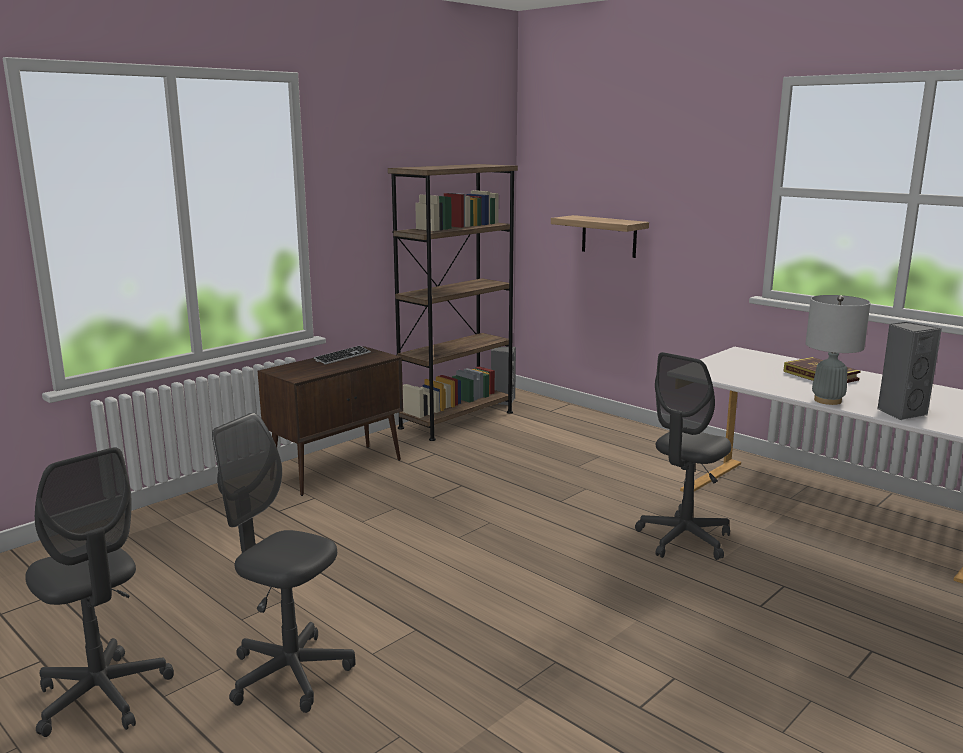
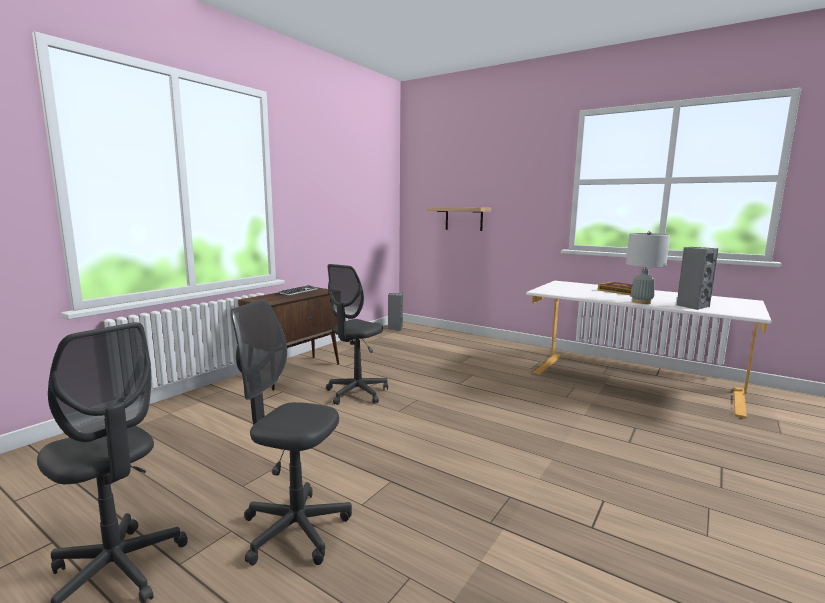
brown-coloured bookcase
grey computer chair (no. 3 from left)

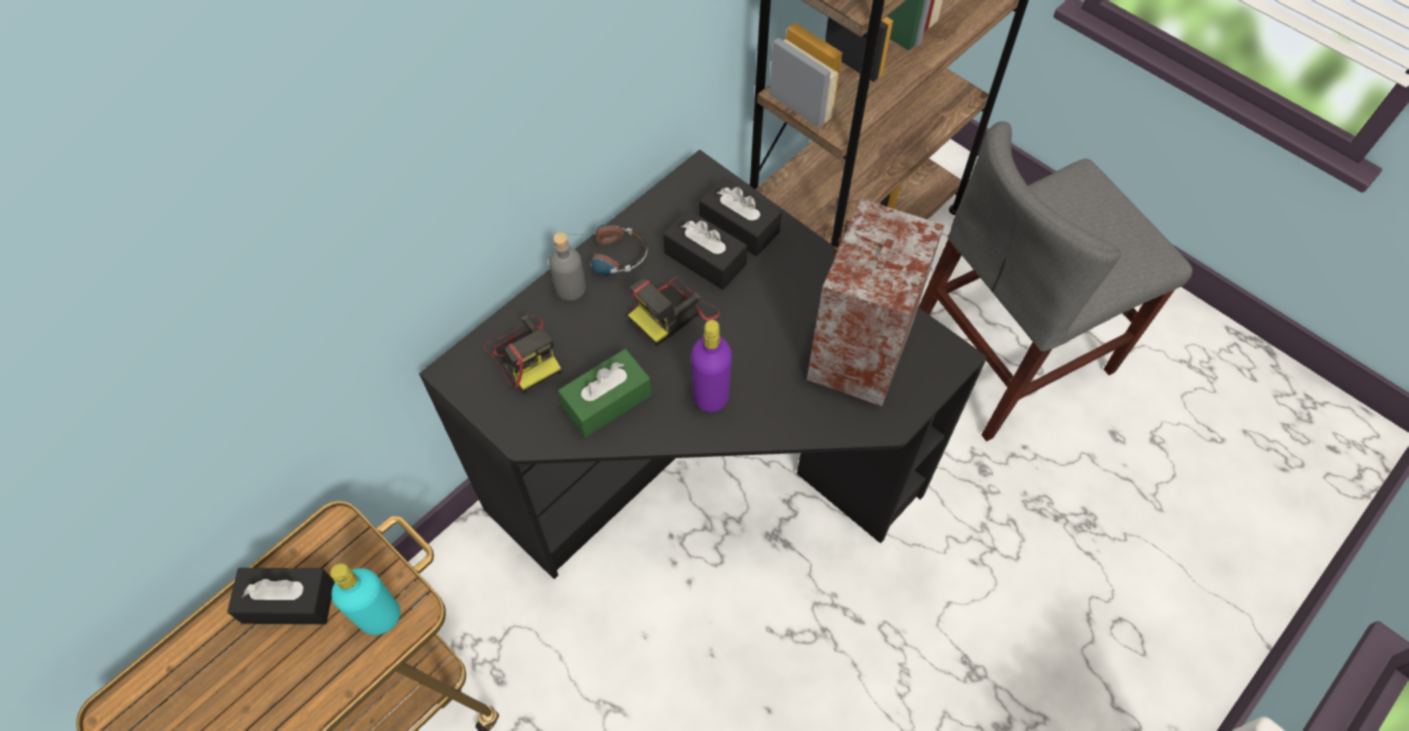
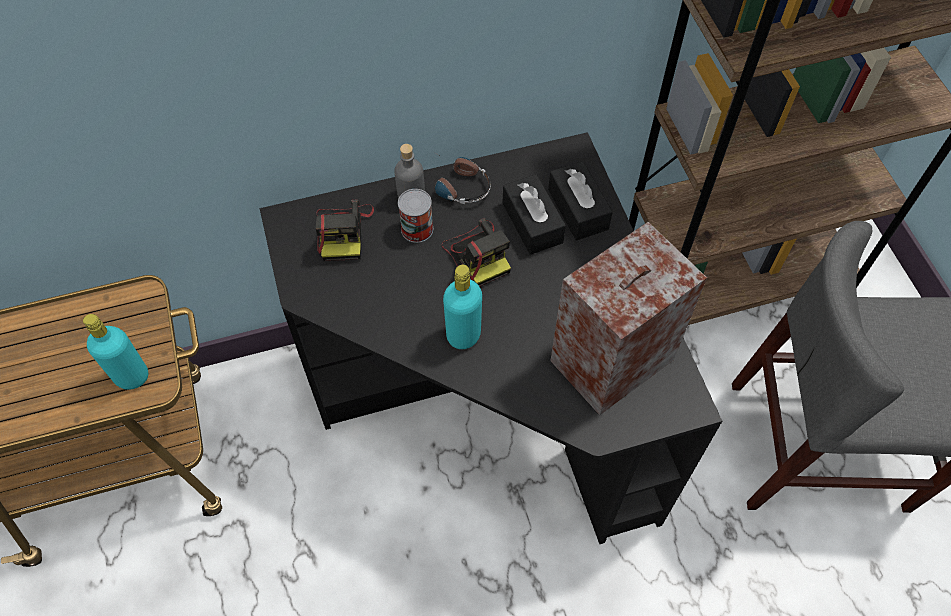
blackish tissue box (no. 1 from left in the first image)
green tissue box
sealed can
turquoise bottle (no. 2 from left)
still camera (no. 2 from left)

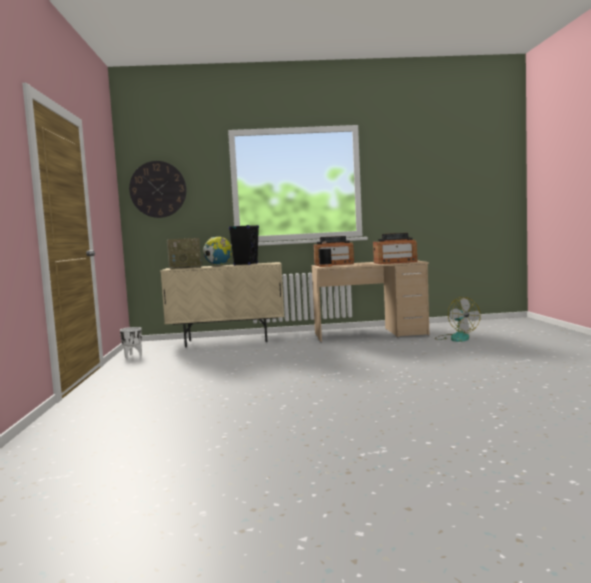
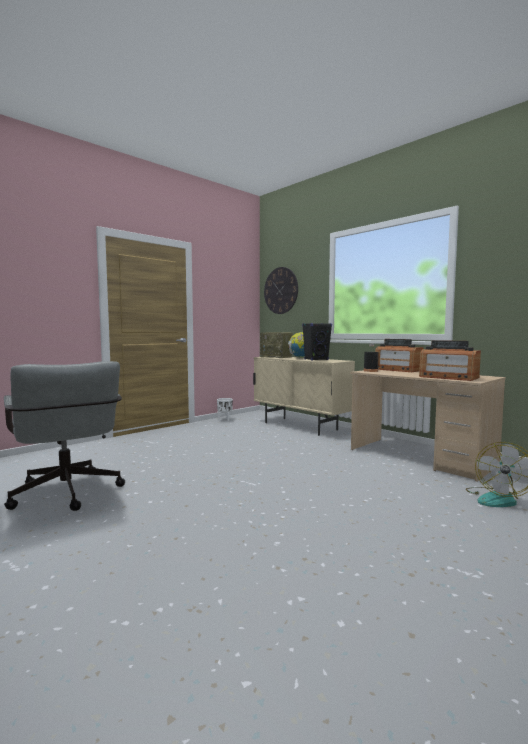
grey computer chair

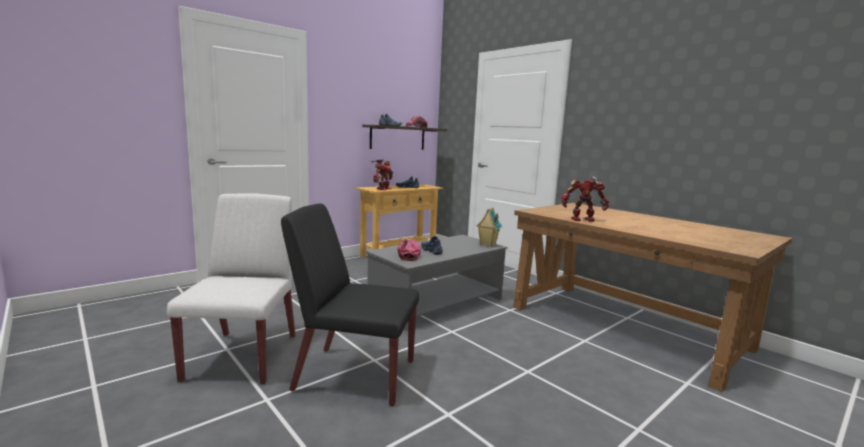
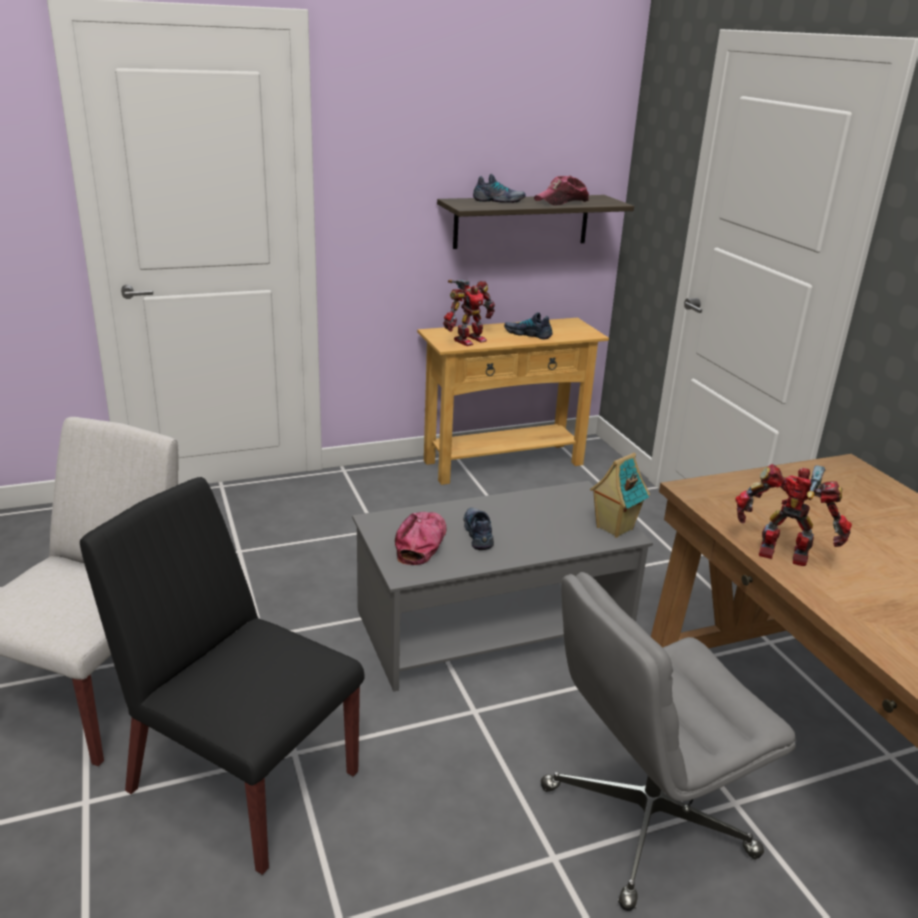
grey computer chair

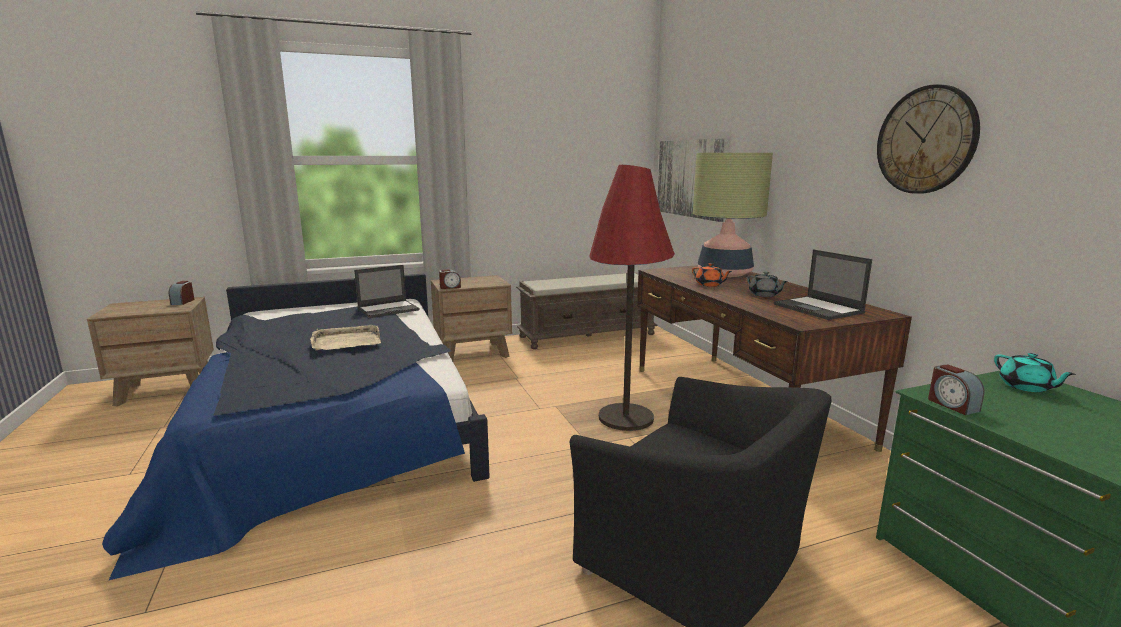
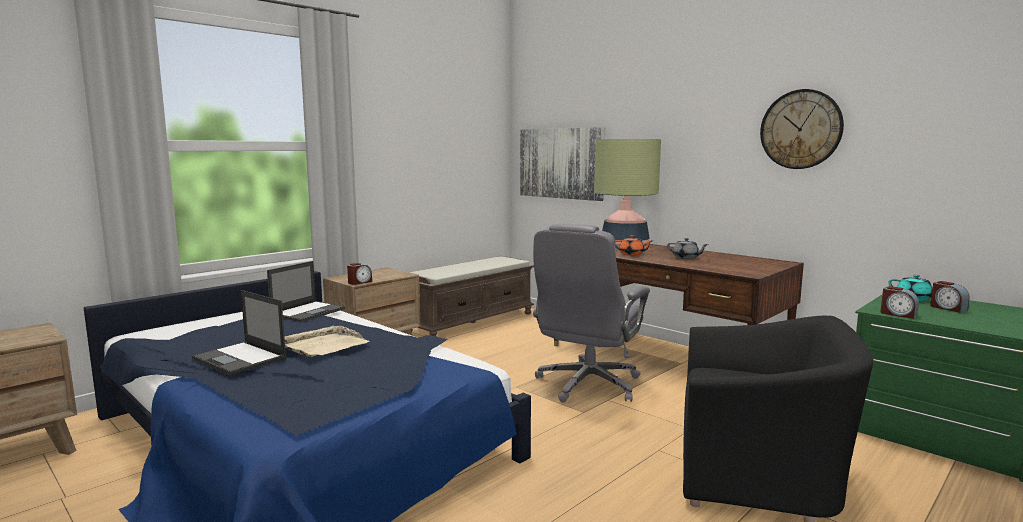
bedside clock (no. 3 from left)
portable computer (no. 1 from left)
grey computer chair

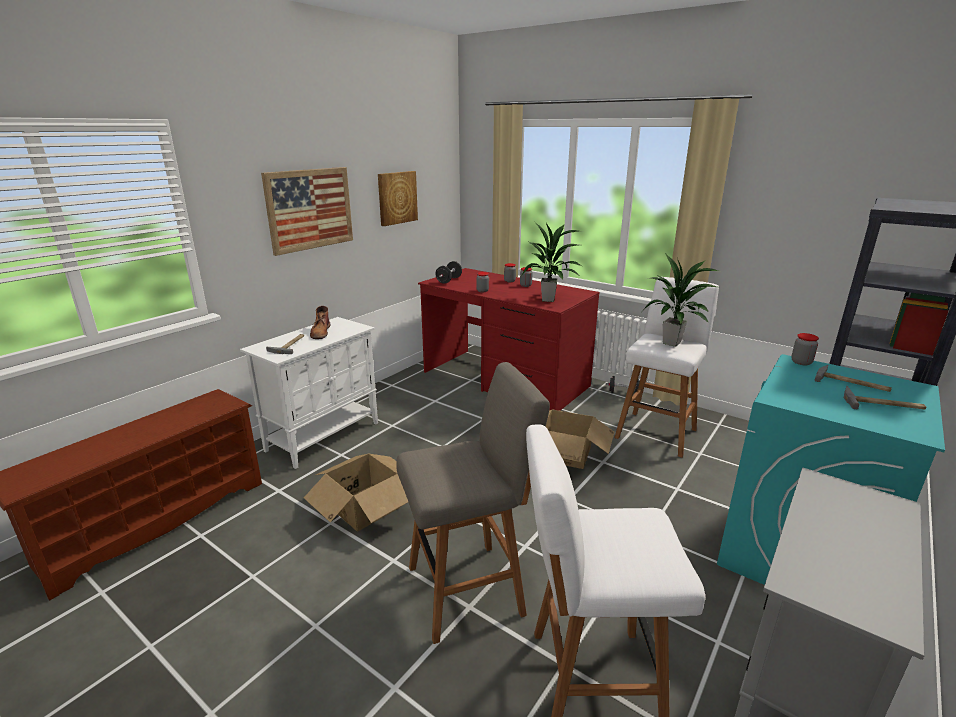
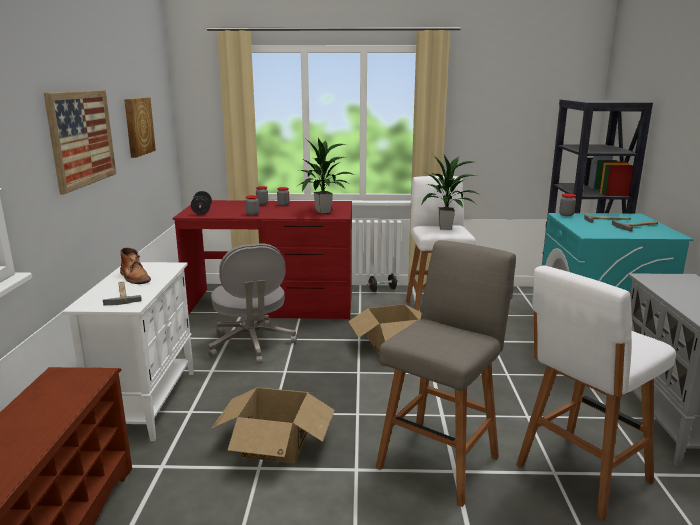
grey computer chair

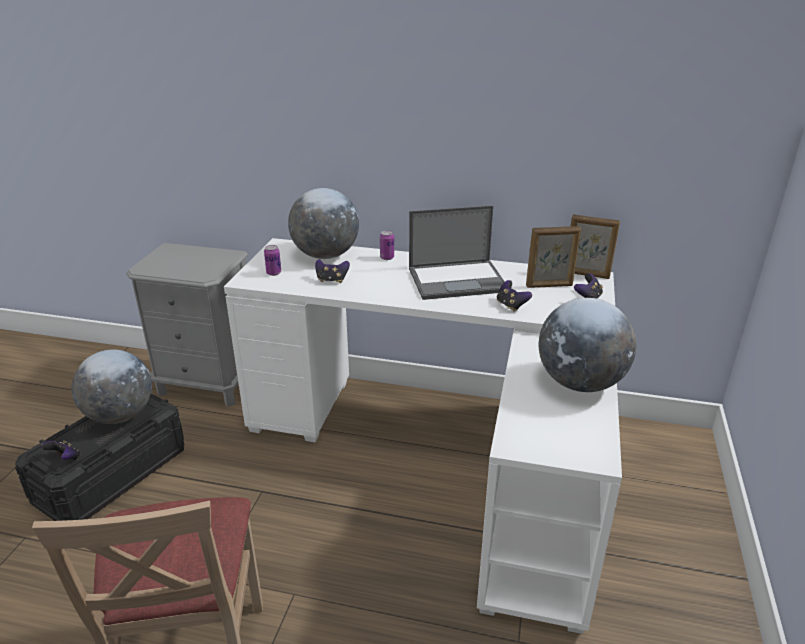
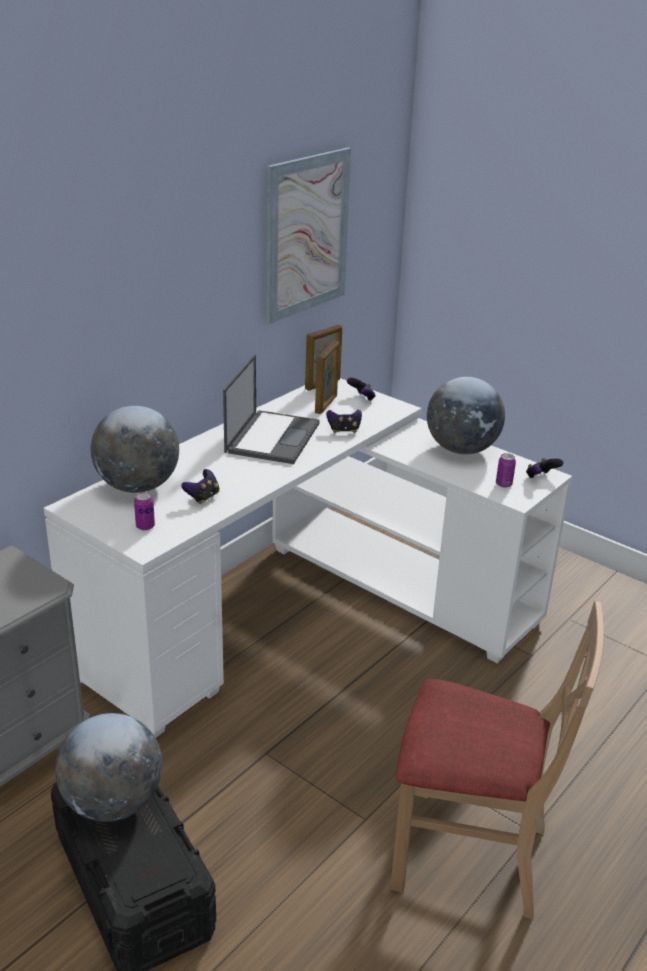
picture
gamepad (no. 4 from left)
sealed can (no. 2 from left)

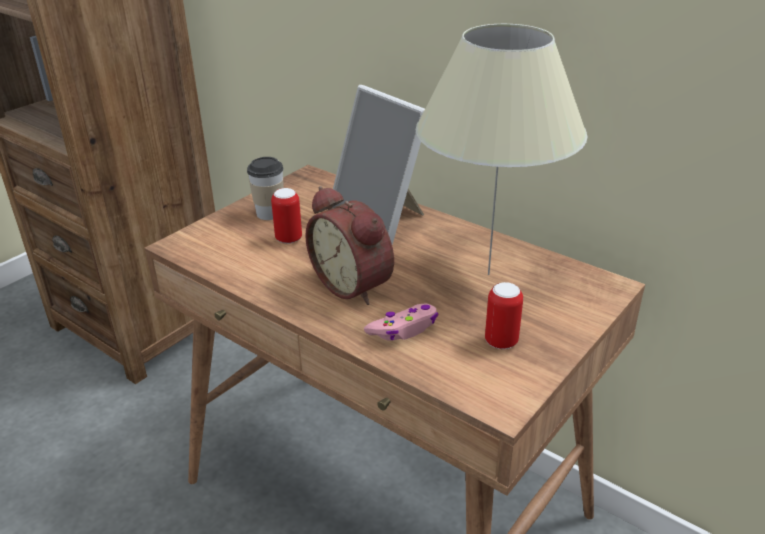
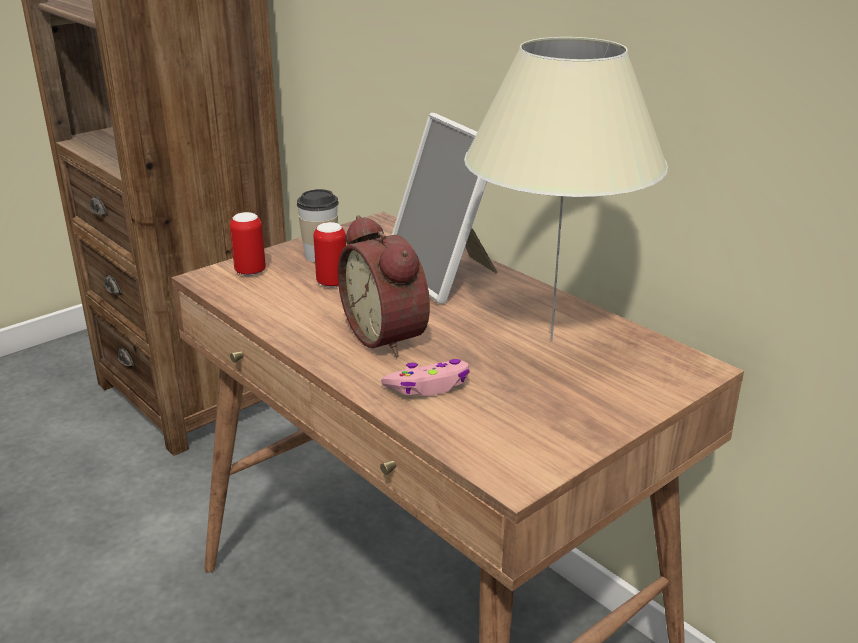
sealed can (no. 1 from left)

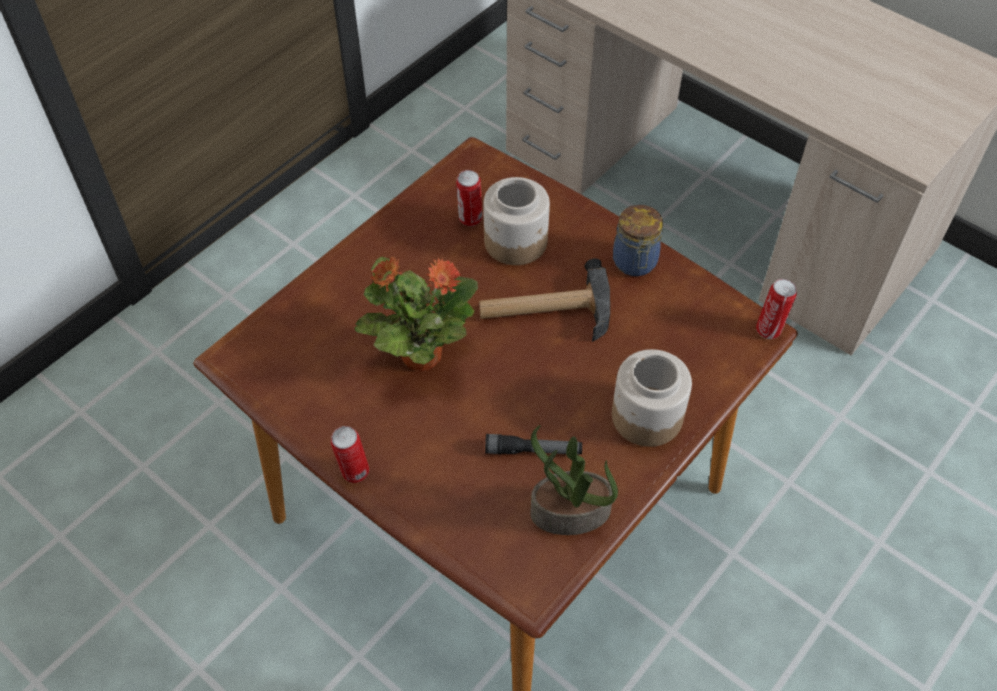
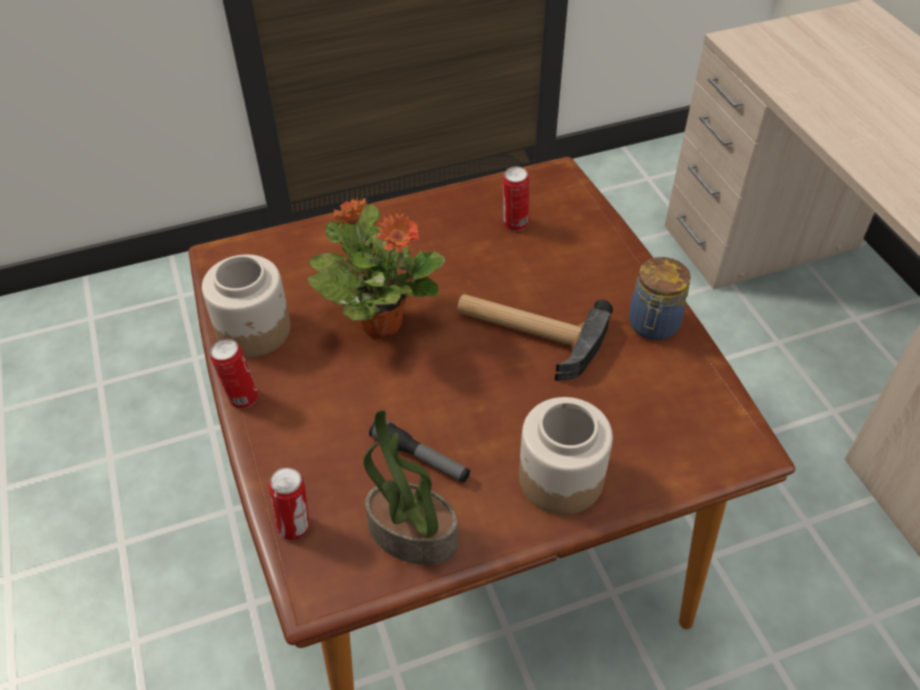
storage jar (no. 1 from left)
sealed can (no. 2 from left)

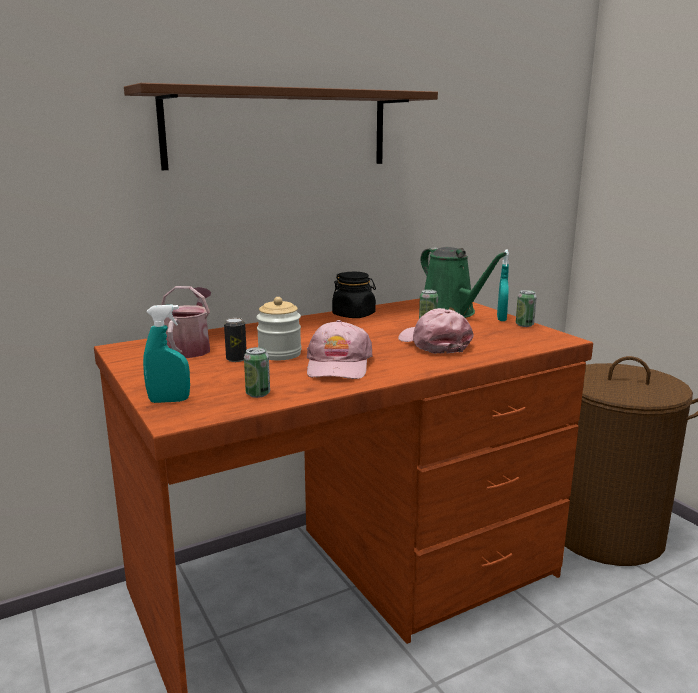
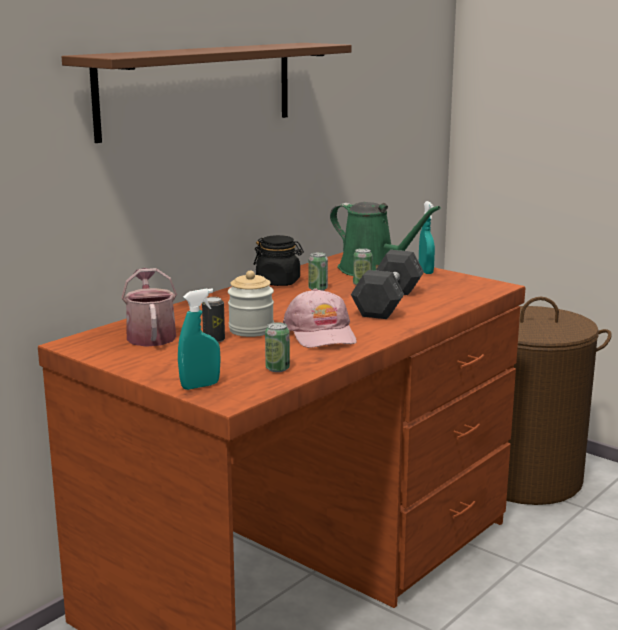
sealed can (no. 3 from left)
grey hand weight

